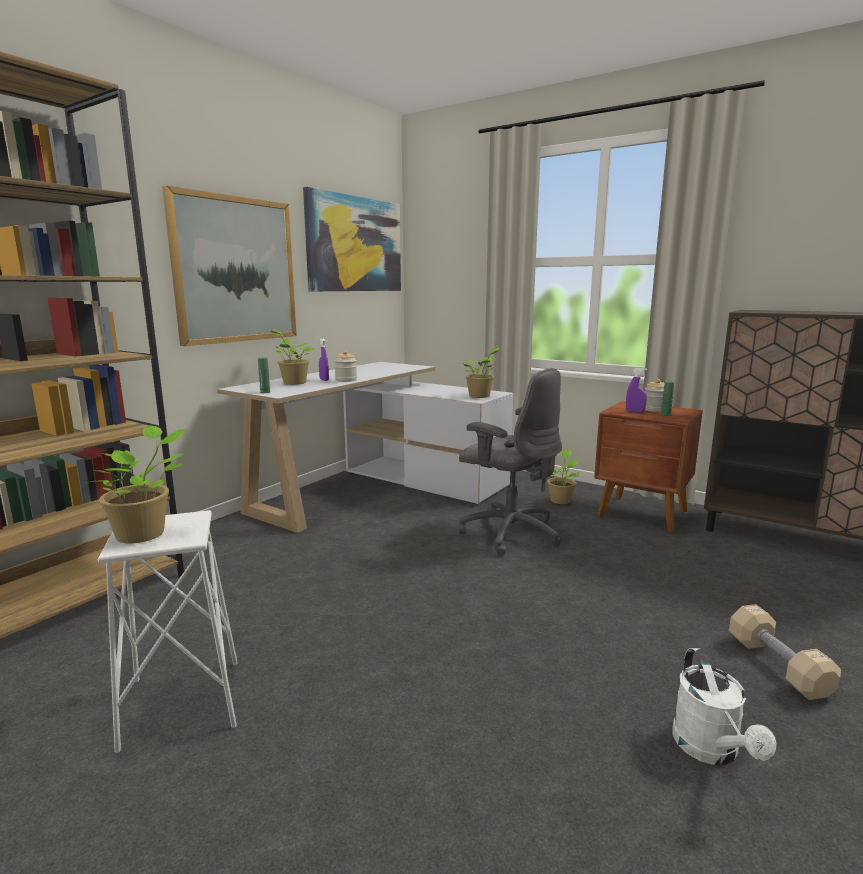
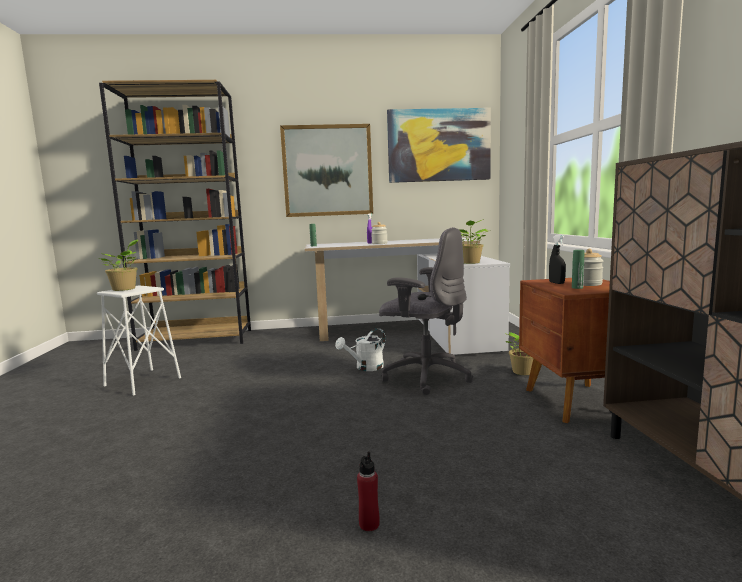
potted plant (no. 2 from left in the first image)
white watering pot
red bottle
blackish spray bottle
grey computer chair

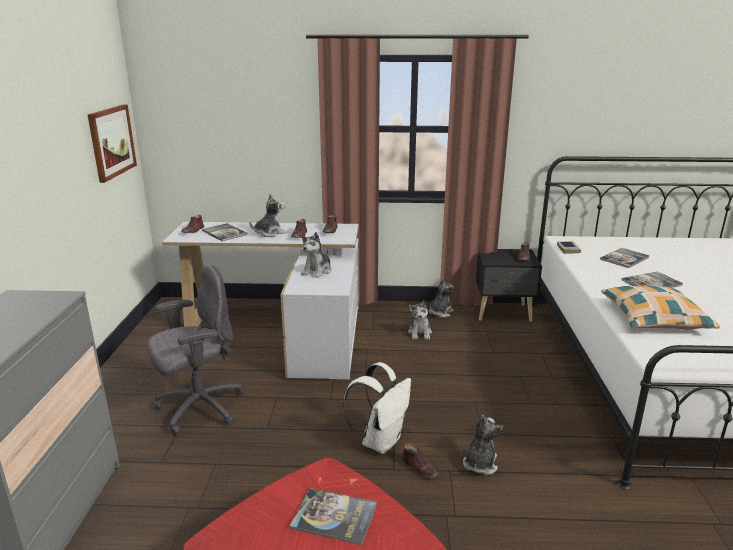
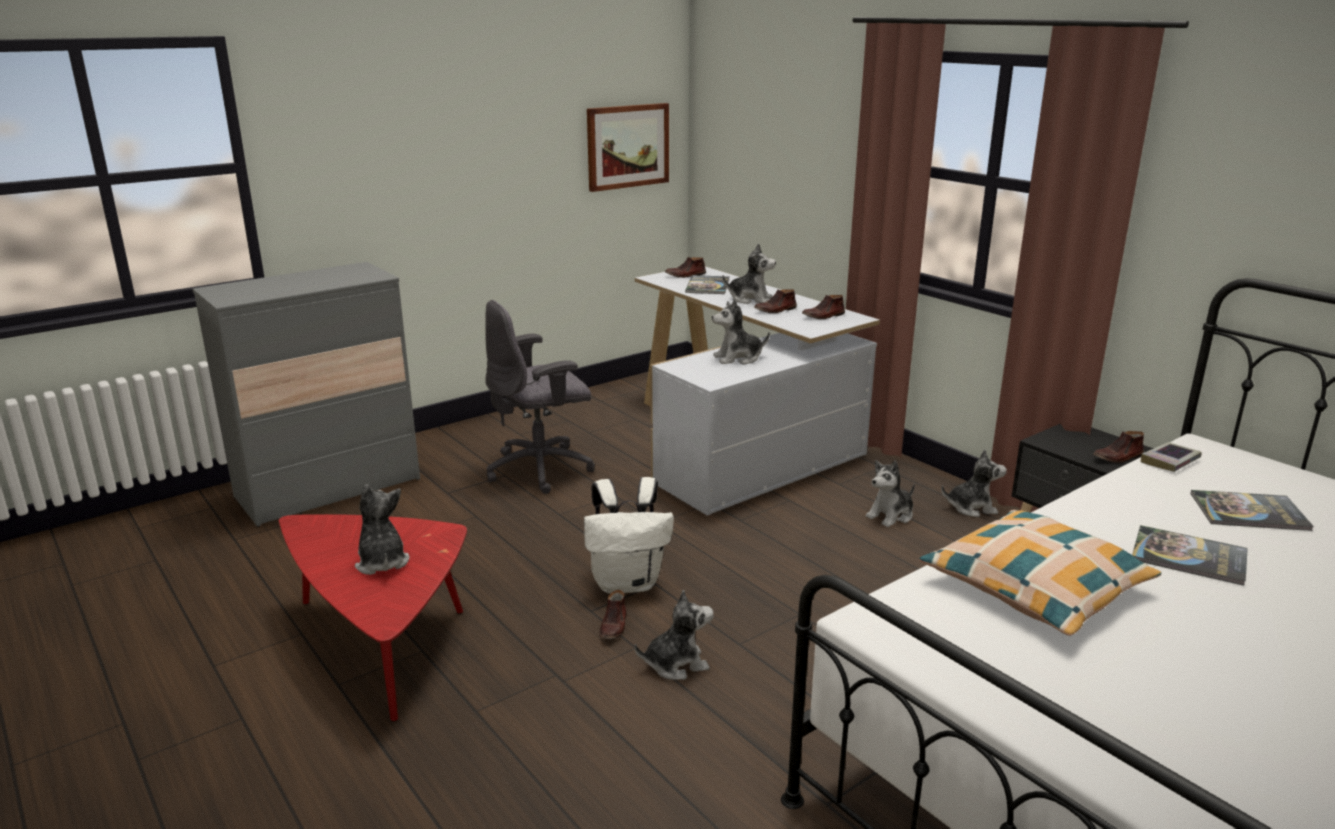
soft toy (no. 1 from left)
grey computer chair

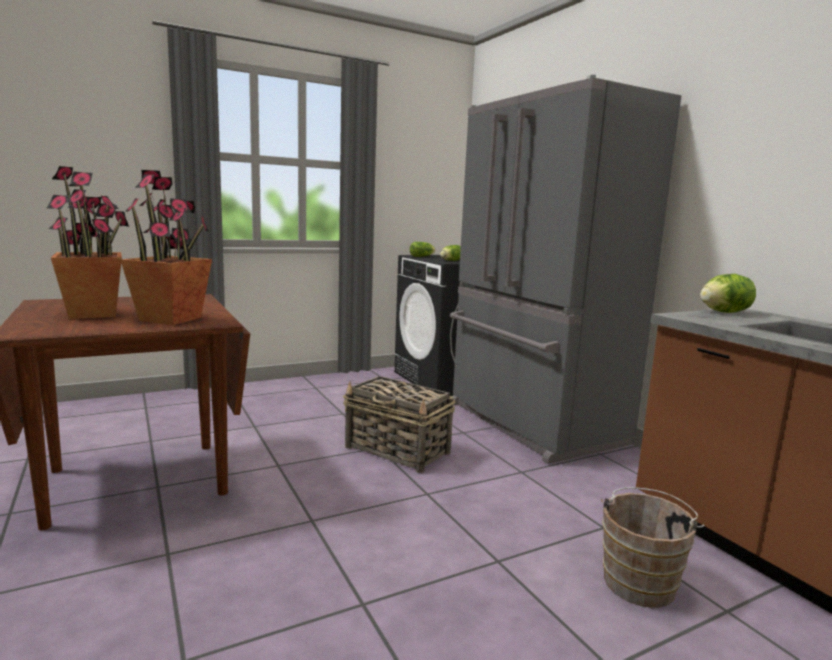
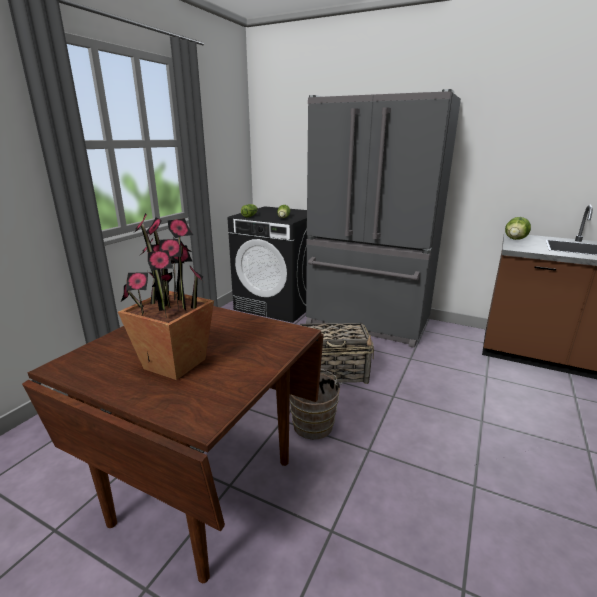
potted plant (no. 2 from left in the first image)
brown-coloured bucket

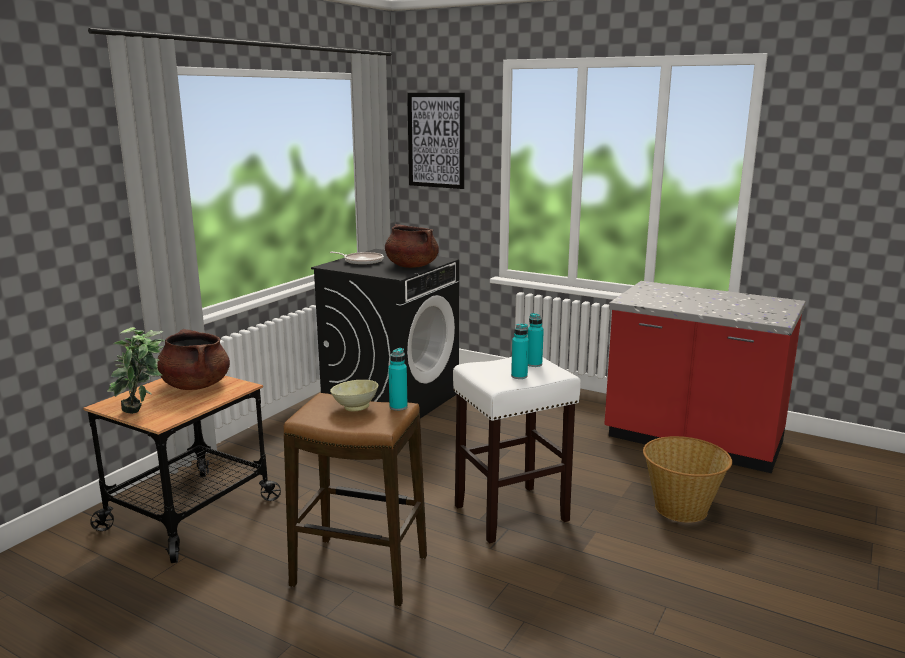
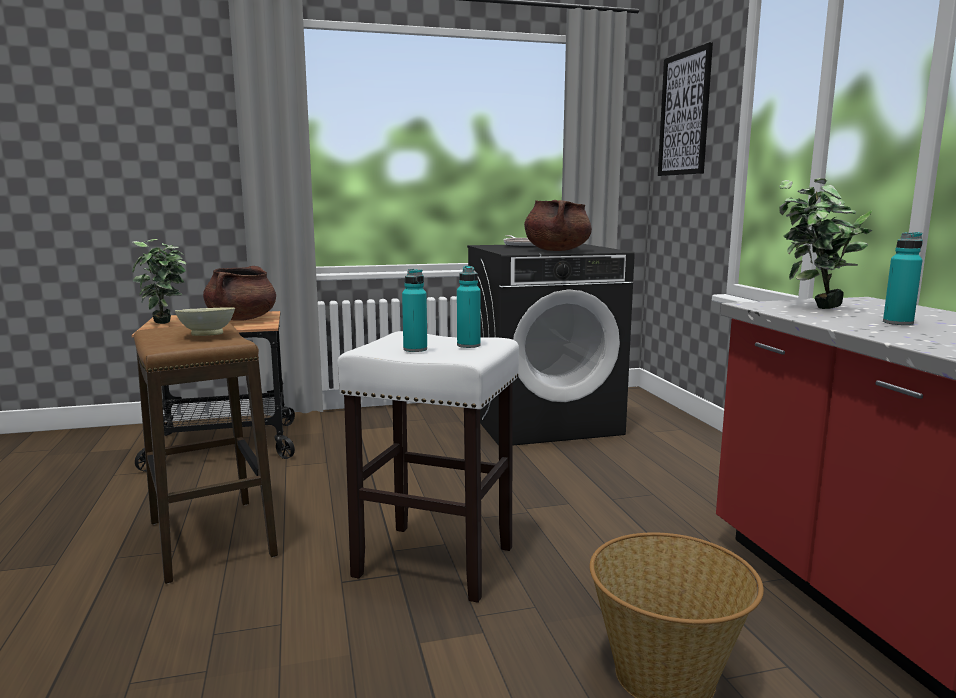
potted plant (no. 2 from left)
turquoise bottle (no. 3 from left)

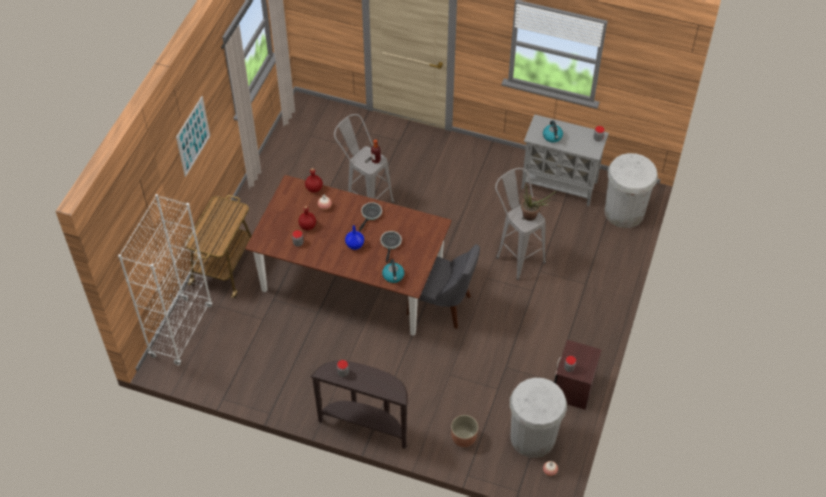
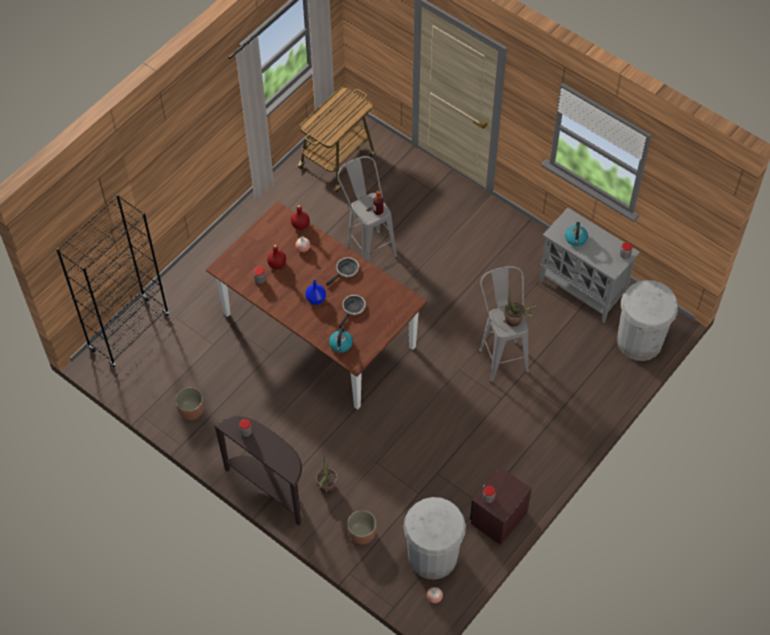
picture
grey chair
planter (no. 1 from left)
potted plant (no. 1 from left)
cart
blackish bookcase

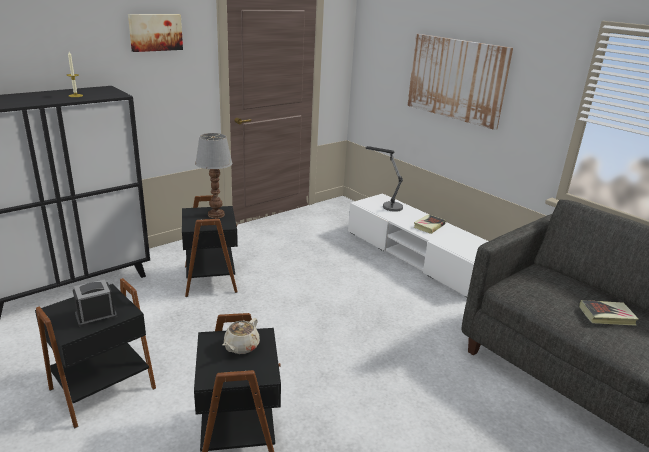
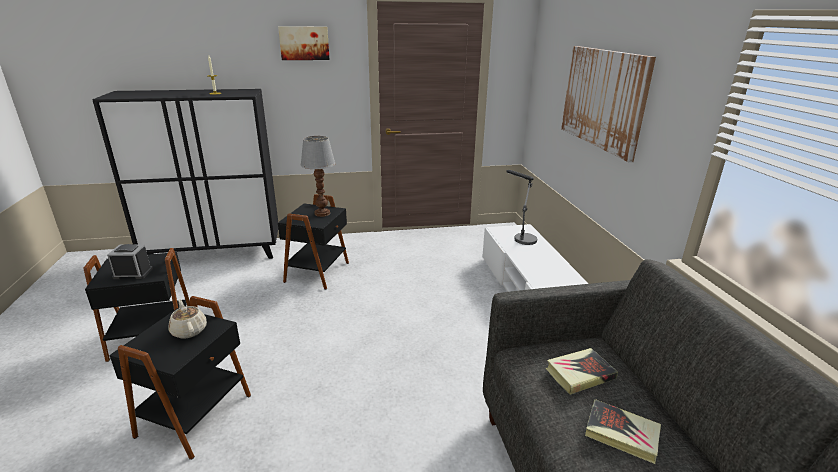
book (no. 1 from left)
sand-coloured pot for tea

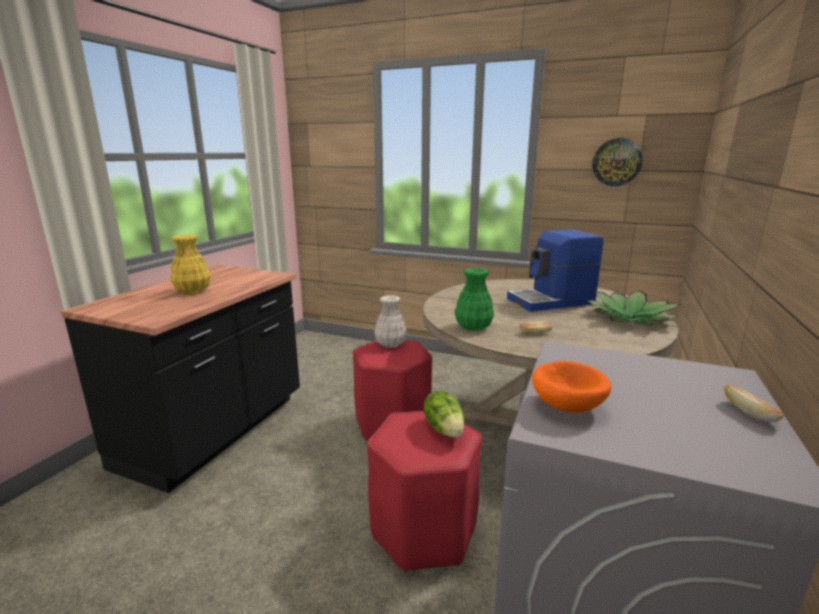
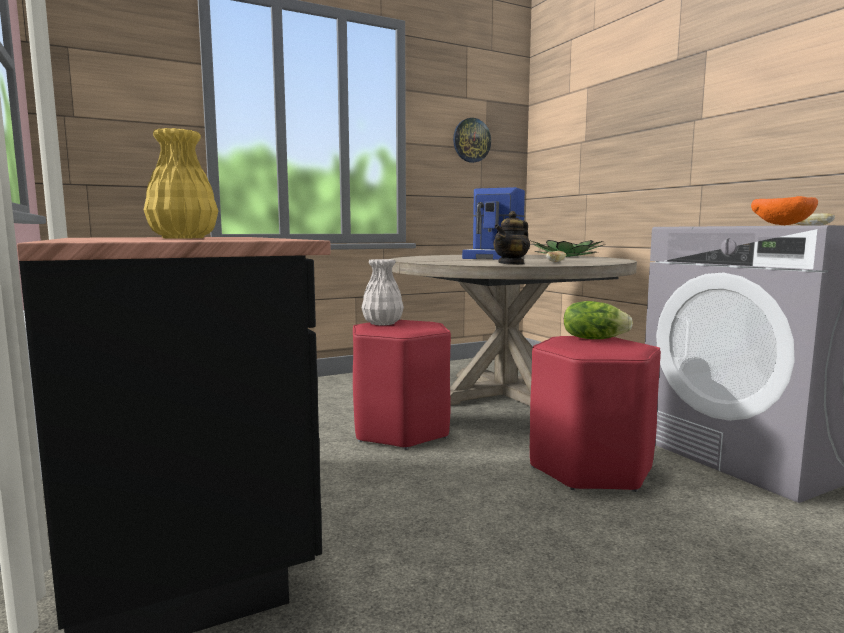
pot for tea

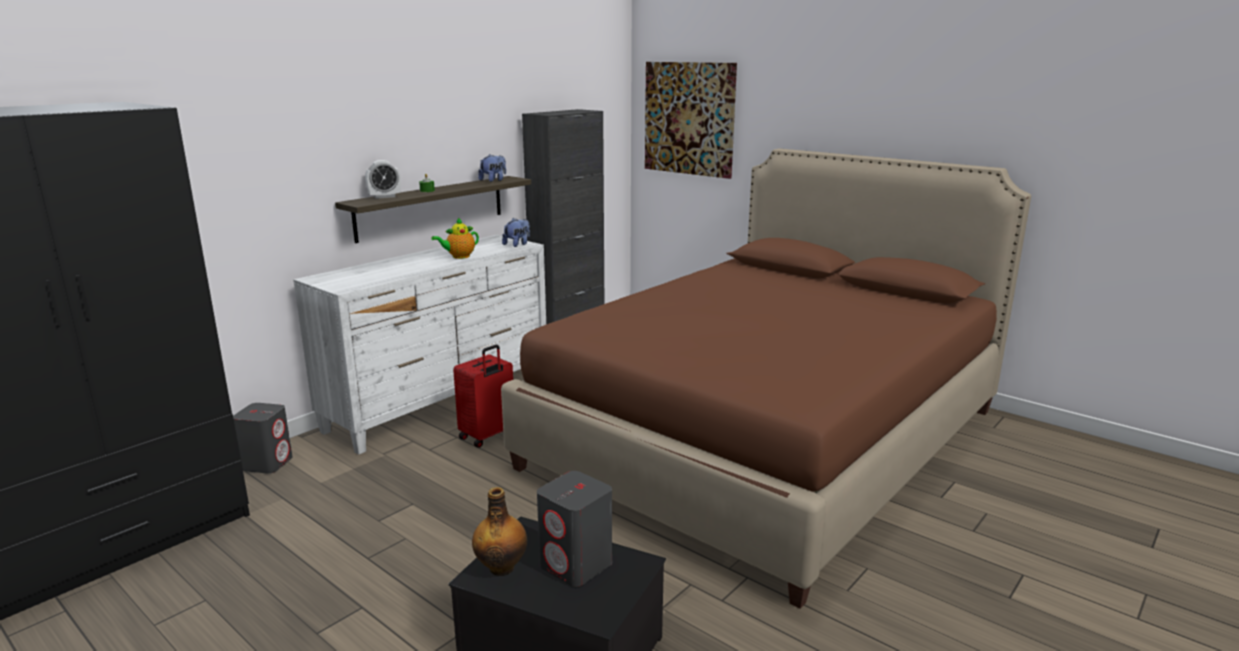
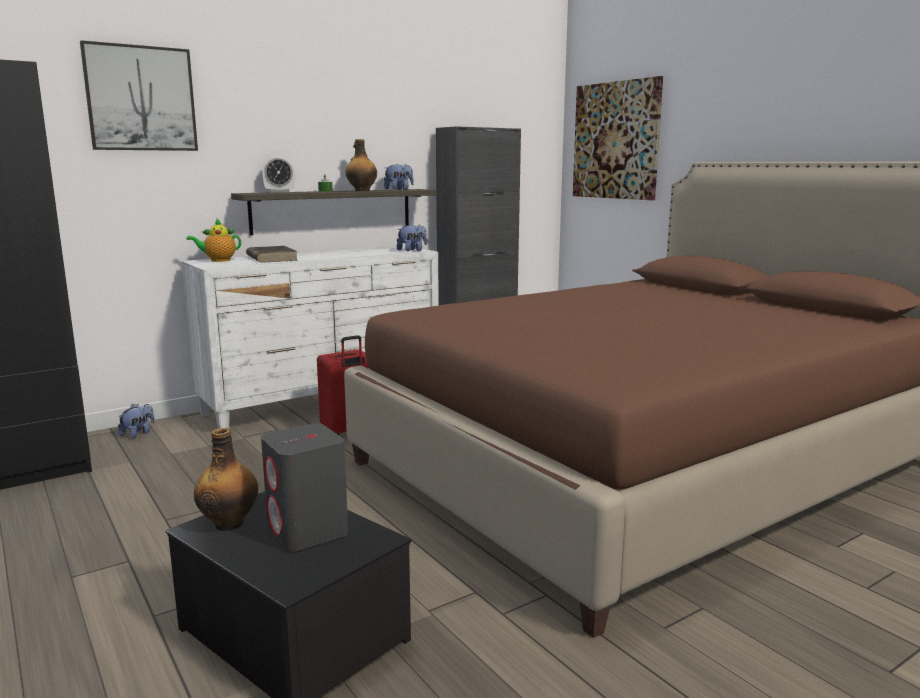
picture (no. 1 from left)
brown-coloured book
bottle (no. 2 from left)
pot for tea
soft toy (no. 1 from left)

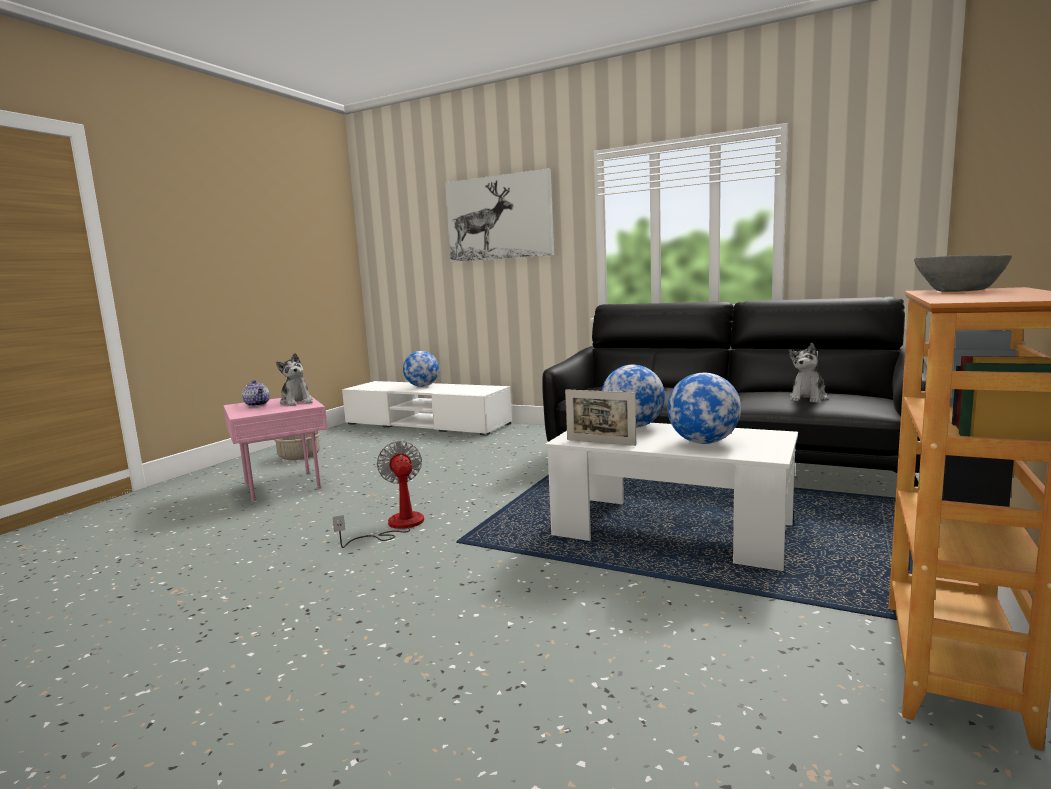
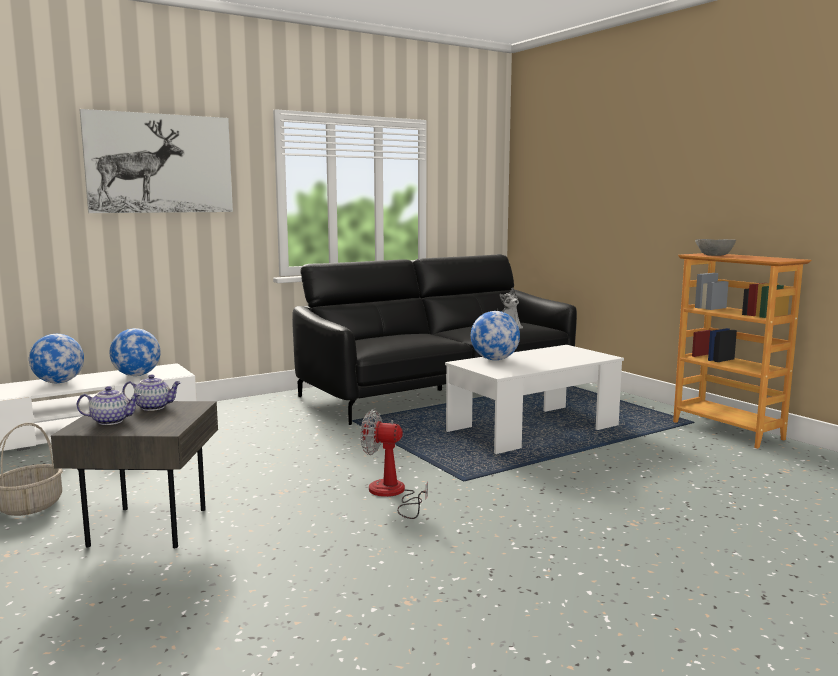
standing frame
globe (no. 2 from left)
pot for tea (no. 2 from left)
grey side table

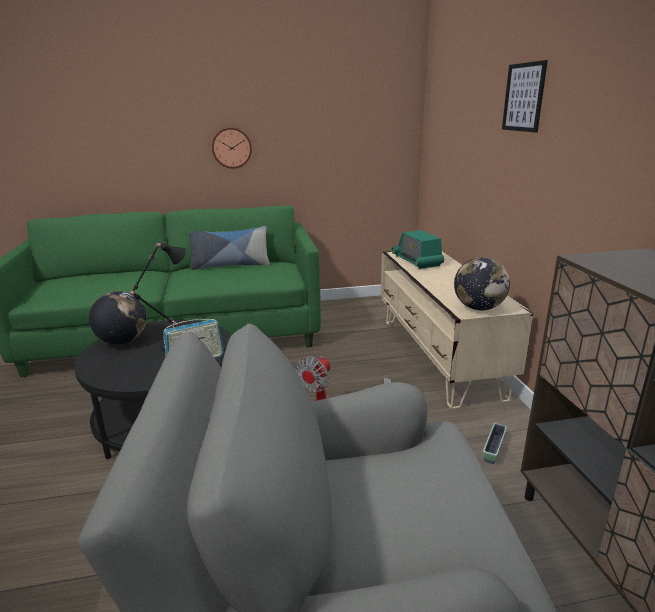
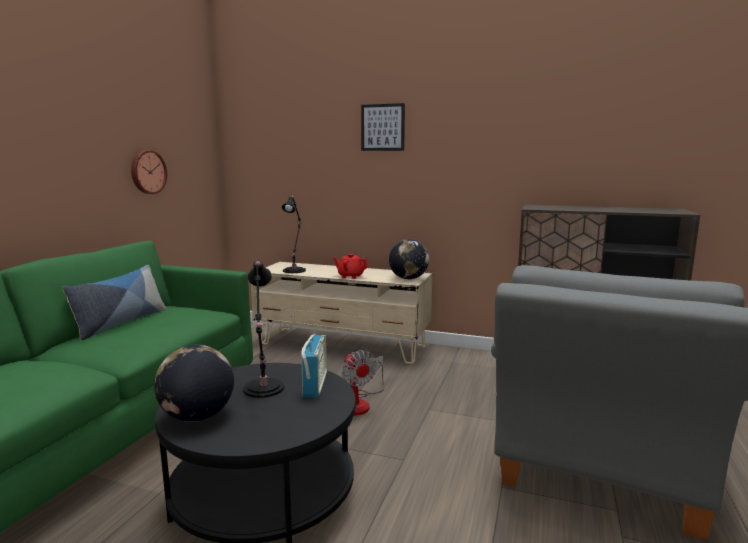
planter
red pot for tea
clock on the wall
blackish lamp for a table (no. 2 from left)

